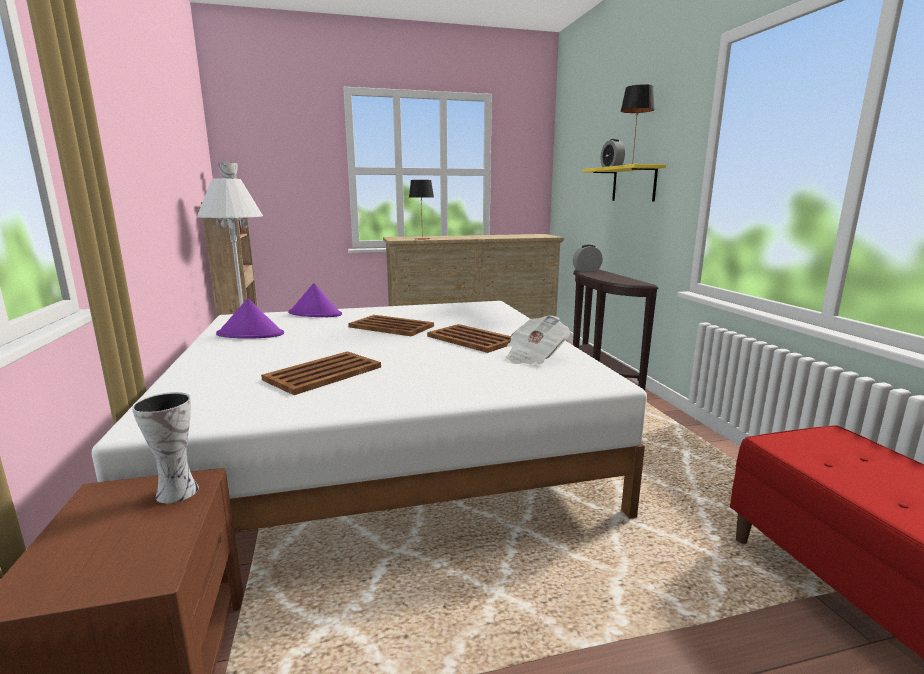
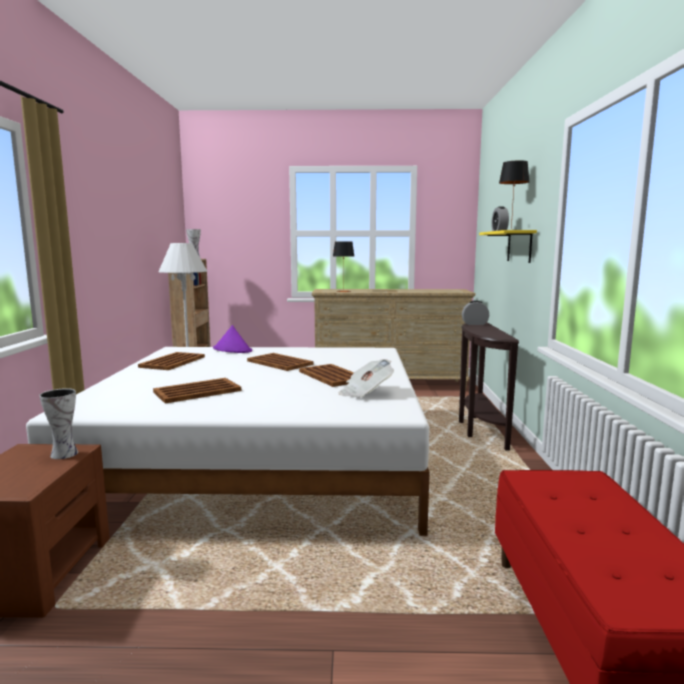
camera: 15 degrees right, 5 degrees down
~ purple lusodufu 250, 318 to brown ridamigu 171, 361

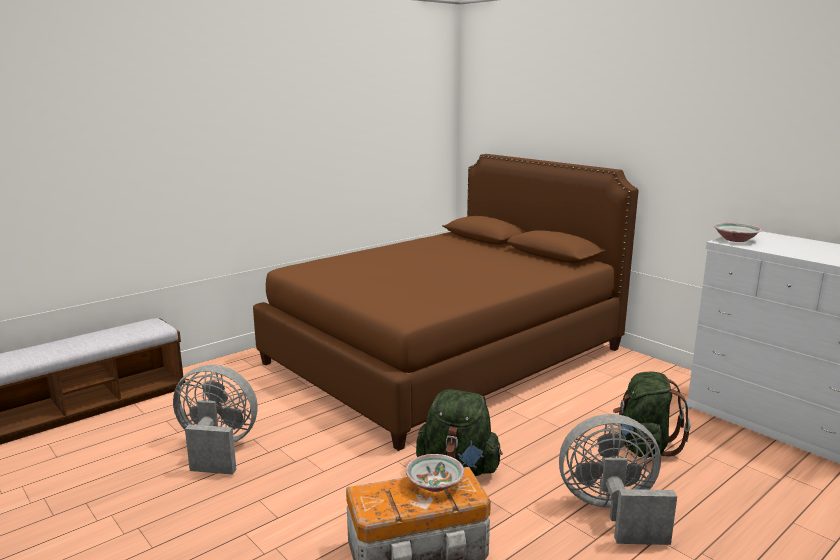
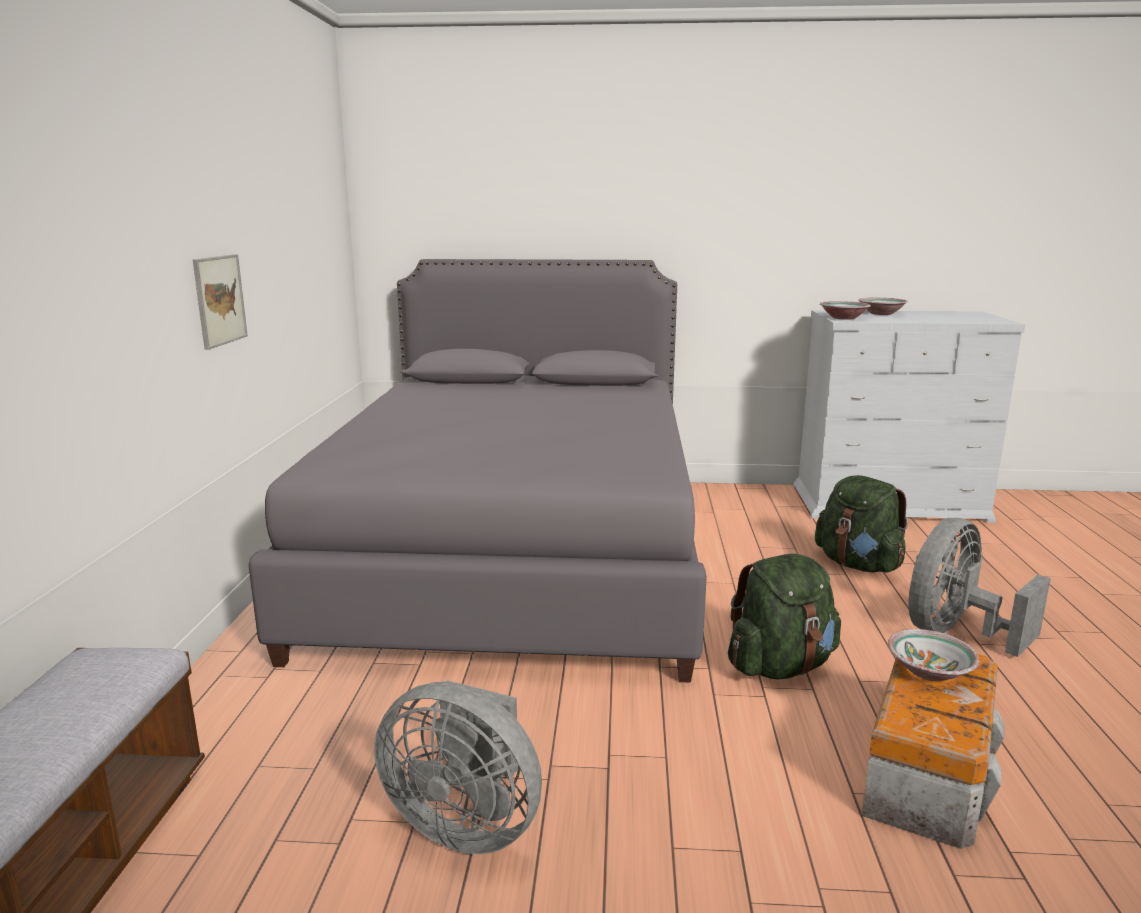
camera: 45 degrees left, 0 degrees up
~ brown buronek 446, 302 to grey buronek 478, 471
~ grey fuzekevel 215, 420 = 458, 767 120 degrees counterclockwise
+ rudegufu 220, 302
+ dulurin 883, 306

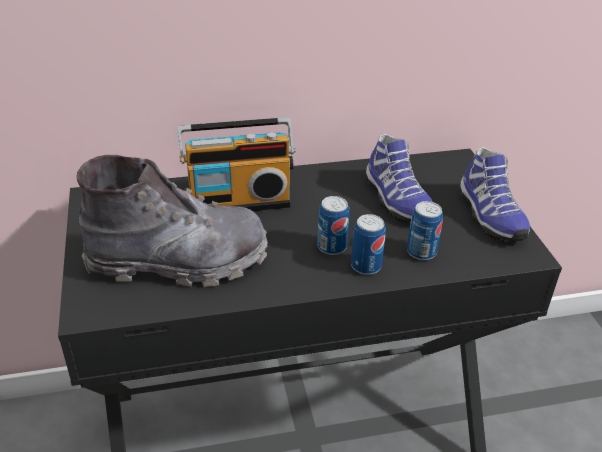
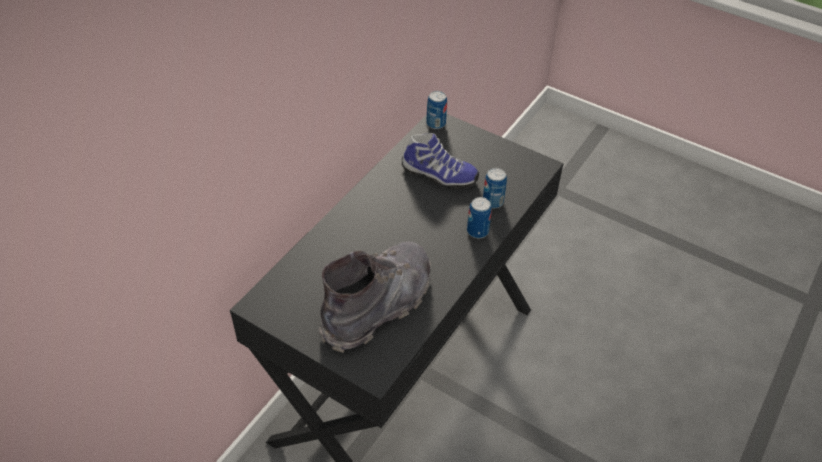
camera: 45 degrees left, 10 degrees up
- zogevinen 237, 164
- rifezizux 495, 194
~ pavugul 333, 225 to 436, 110

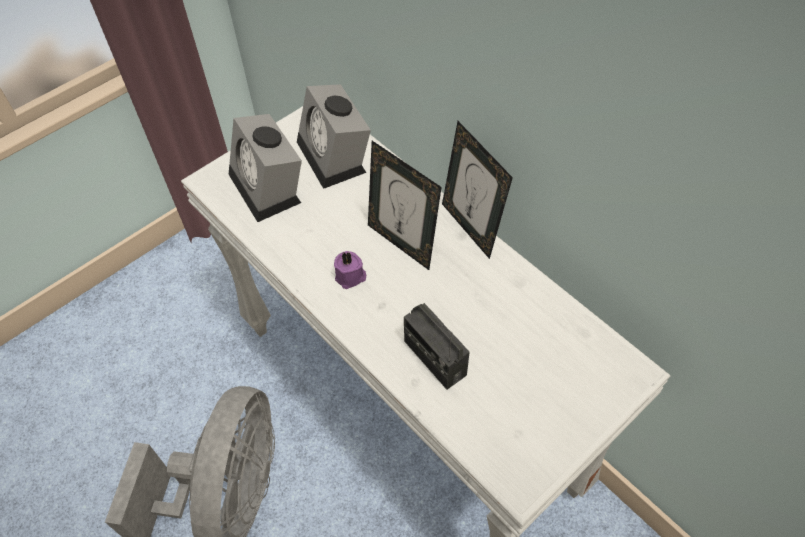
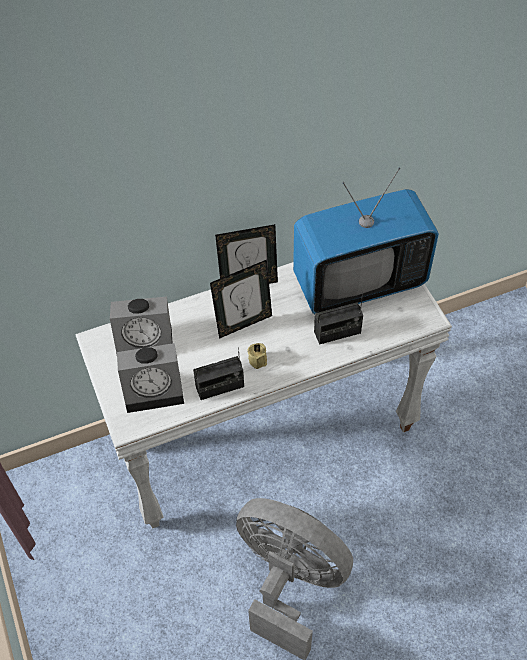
camera: 70 degrees left, 0 degrees up
~ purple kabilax 350, 270 to beige kabilax 257, 356
+ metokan 366, 240
+ zogevinen 218, 373

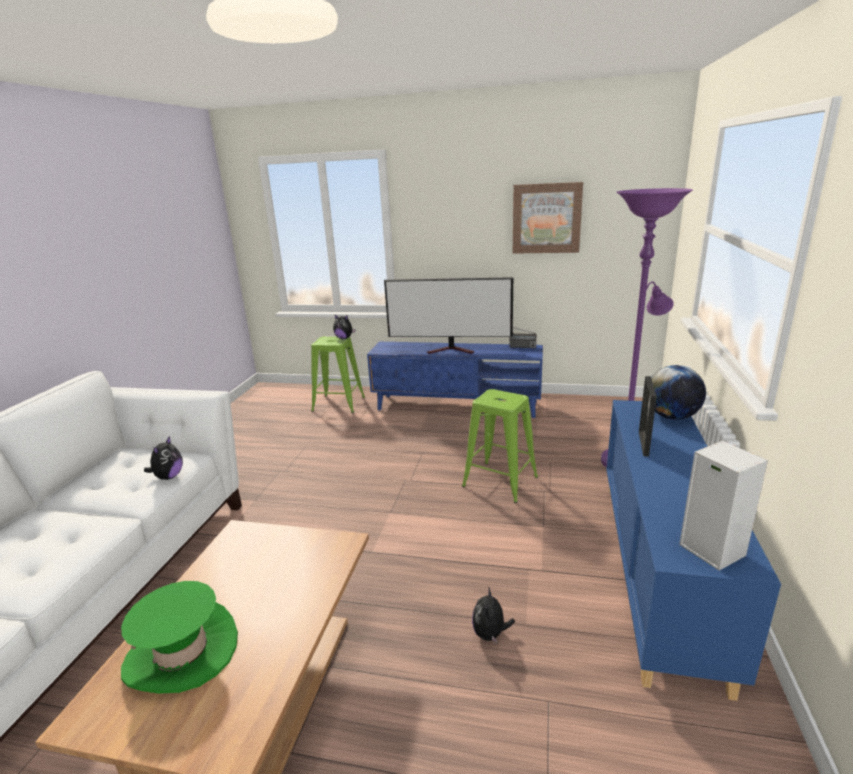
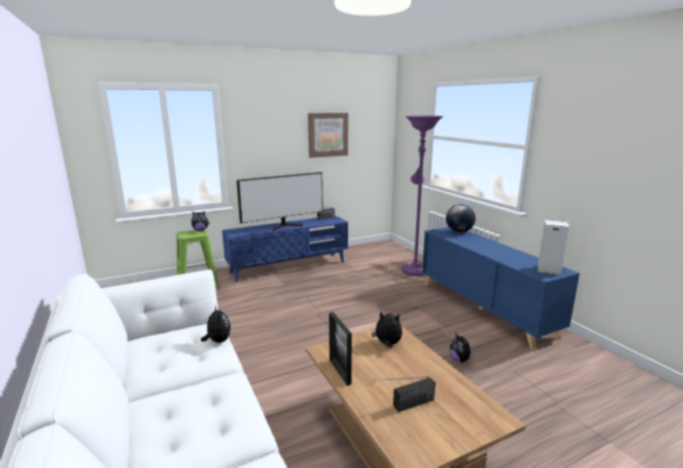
camera: 40 degrees left, 5 degrees down
~ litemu 648, 416 to 340, 349
- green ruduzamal 500, 446
~ green lusodufu 179, 637 to zogevinen 404, 394
+ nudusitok 386, 329

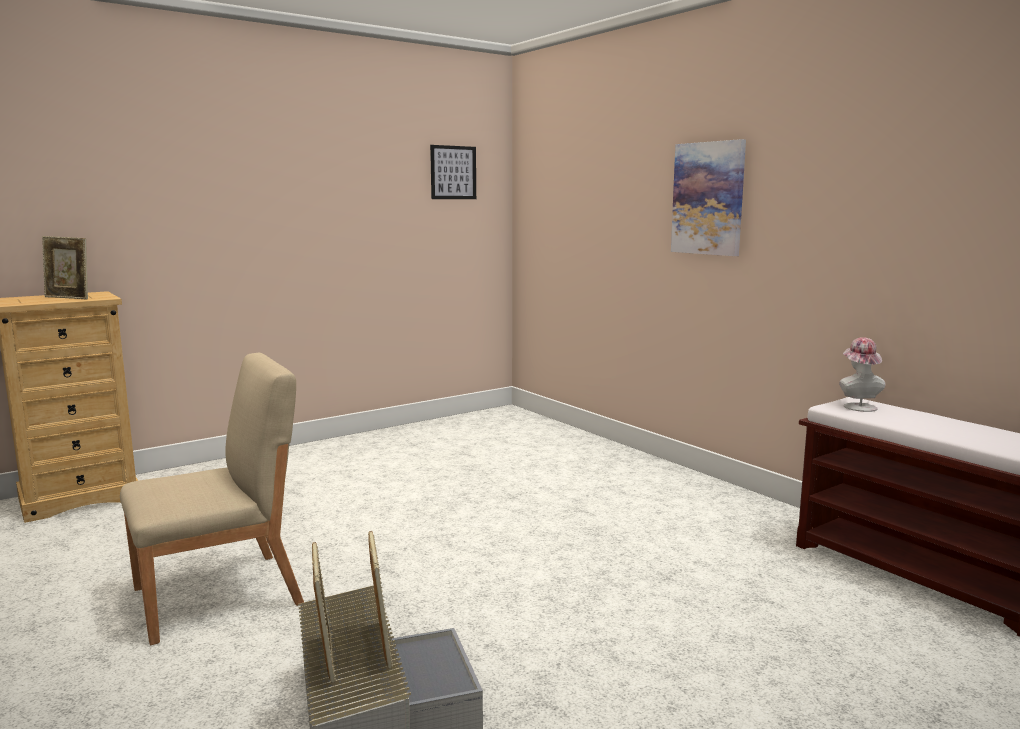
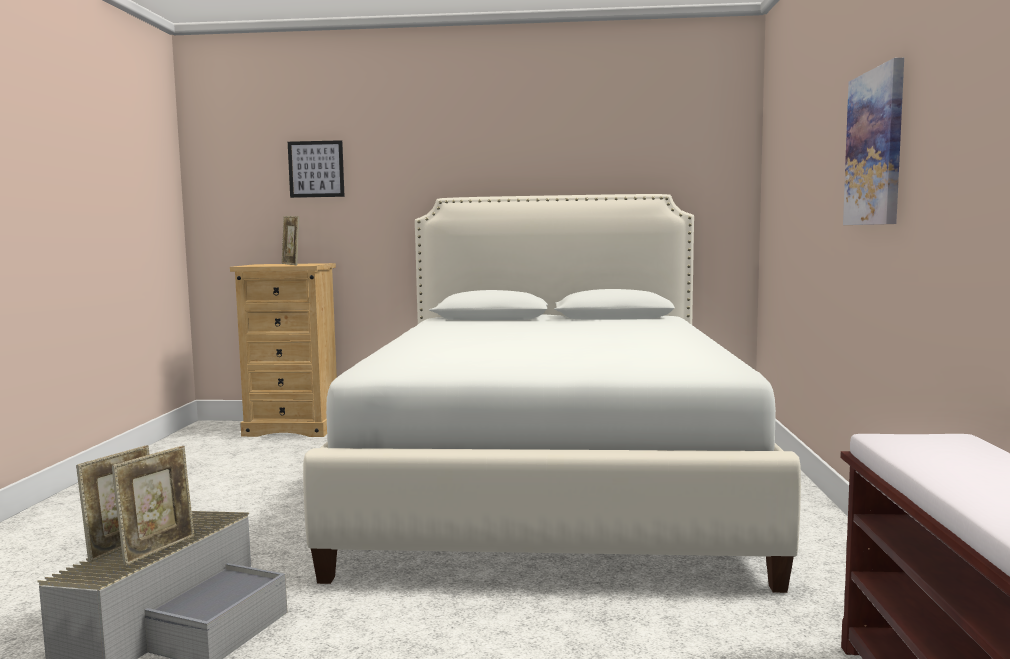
camera: 40 degrees right, 5 degrees down
~ rudegufu 453, 172 to 316, 169
- lusodufu 862, 374
- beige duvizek 212, 499
+ white buronek 552, 393

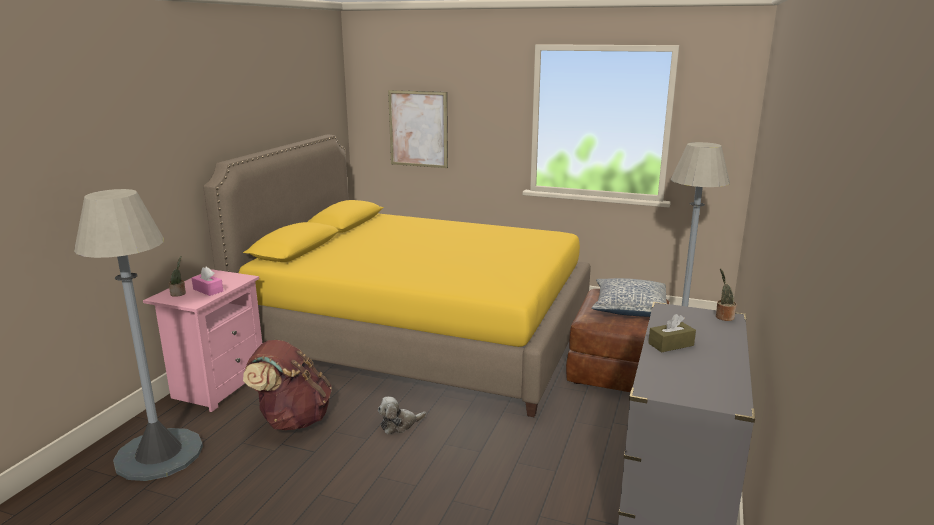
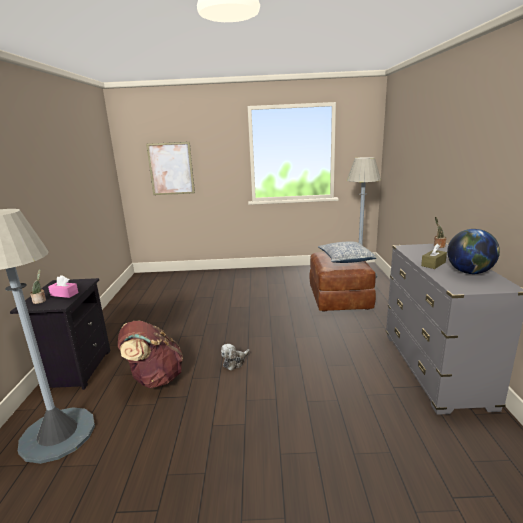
camera: 20 degrees left, 0 degrees up
- yellow buronek 397, 276
~ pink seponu 202, 340 to black seponu 60, 334
+ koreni 473, 251

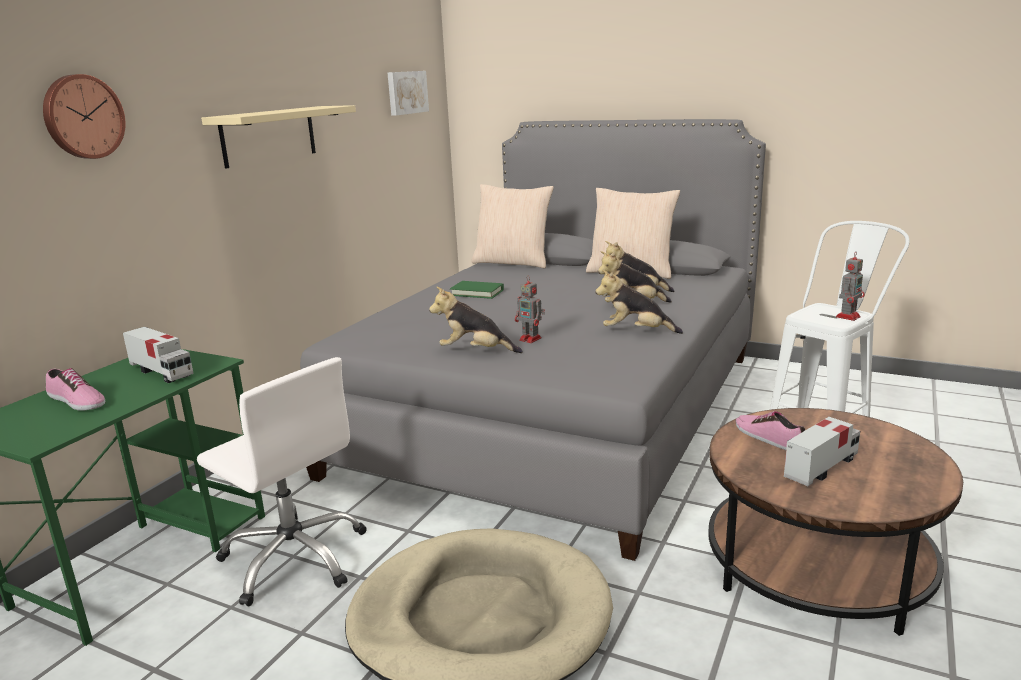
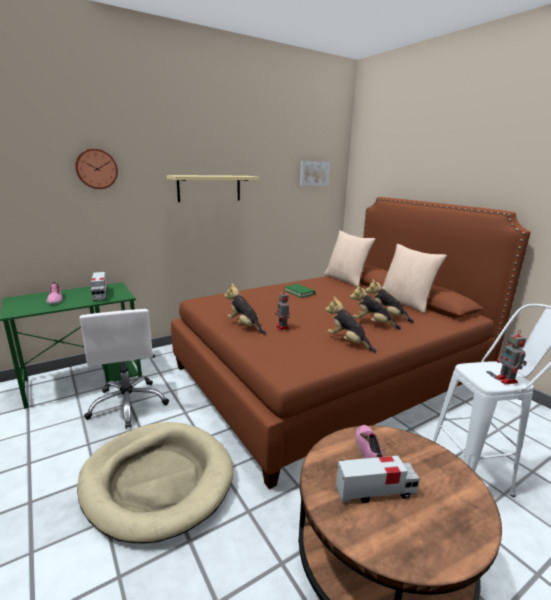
camera: 30 degrees right, 0 degrees up
~ grey buronek 533, 340 to brown buronek 351, 343
~ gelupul 850, 286 = 511, 357 90 degrees clockwise

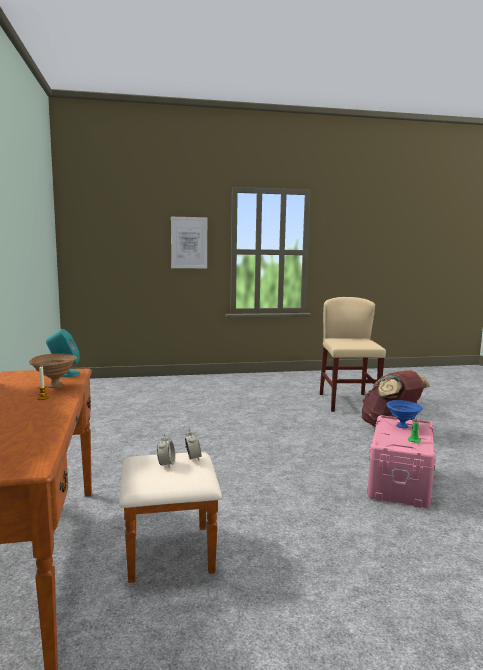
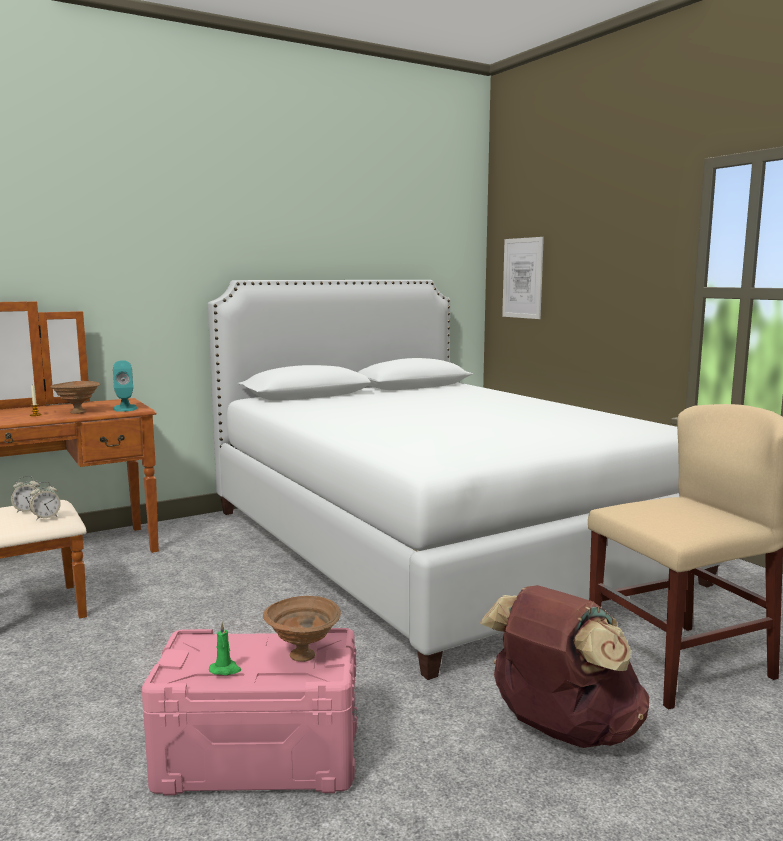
camera: 70 degrees right, 0 degrees up
~ rudegufu 189, 242 to 523, 278
~ blue dulurin 404, 414 to brown dulurin 302, 629
+ white buronek 465, 480

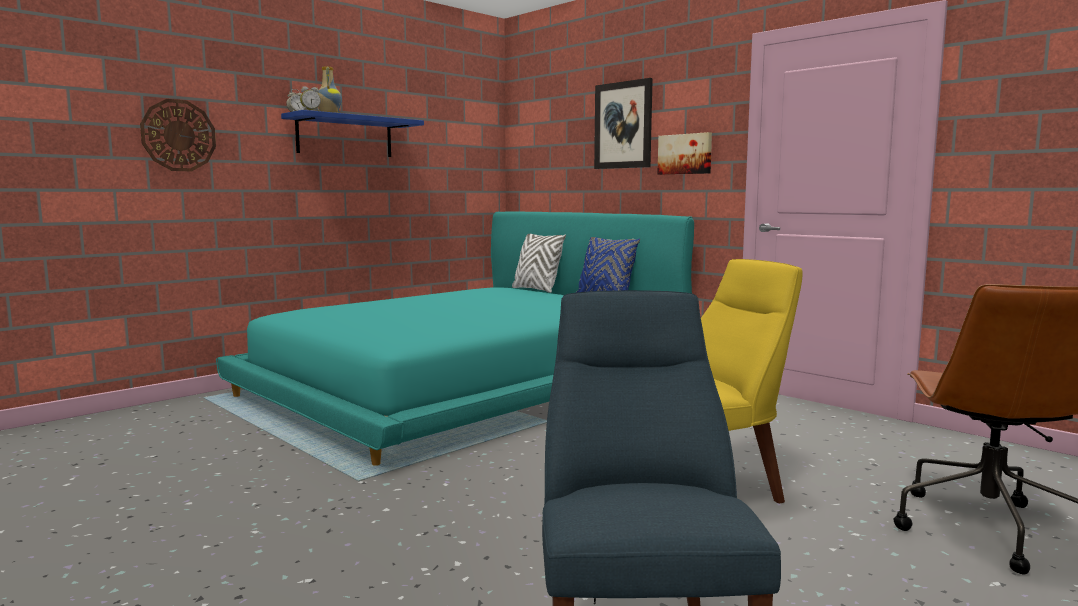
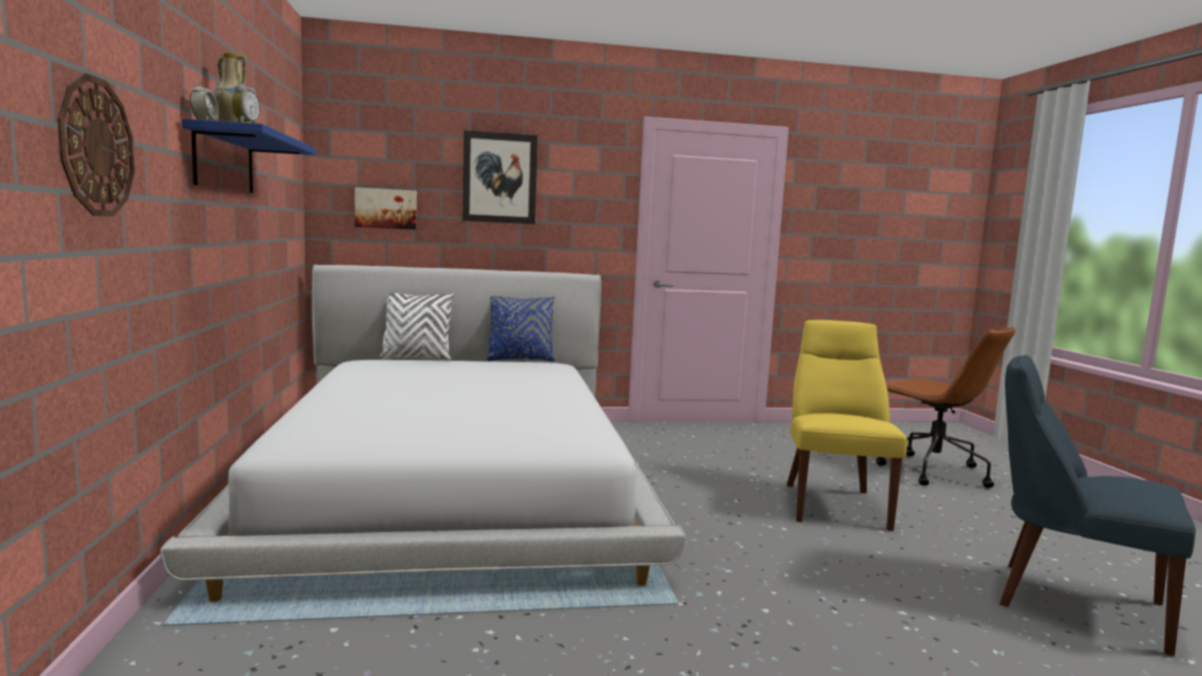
camera: 55 degrees left, 0 degrees up
~ rudegufu 684, 153 to 386, 208
~ turquoise buronek 455, 338 to white buronek 423, 433

